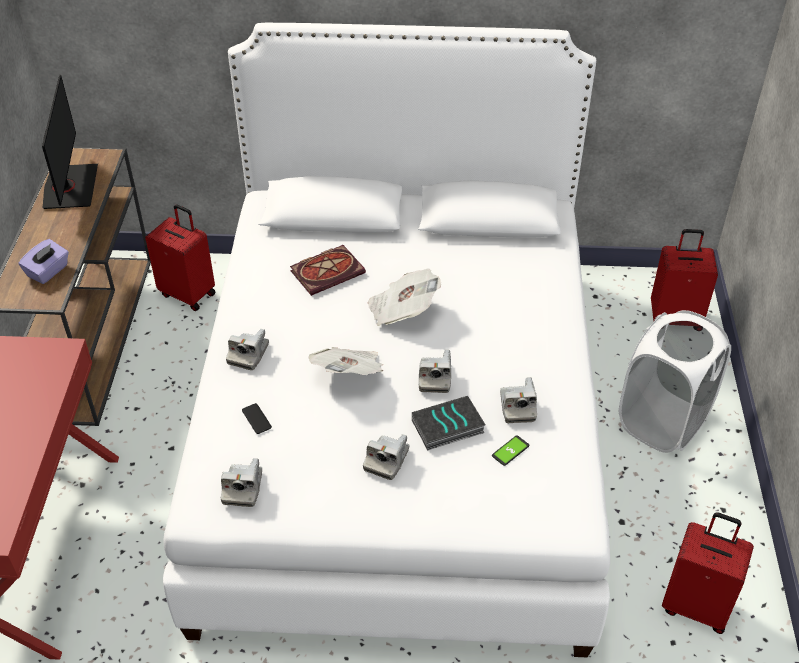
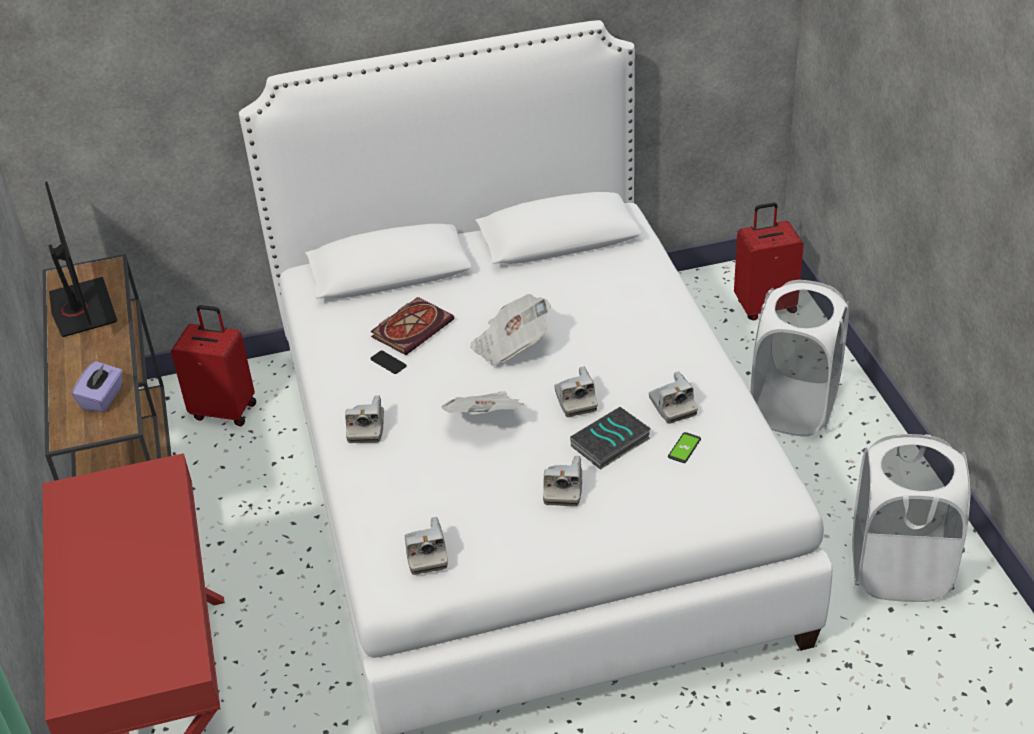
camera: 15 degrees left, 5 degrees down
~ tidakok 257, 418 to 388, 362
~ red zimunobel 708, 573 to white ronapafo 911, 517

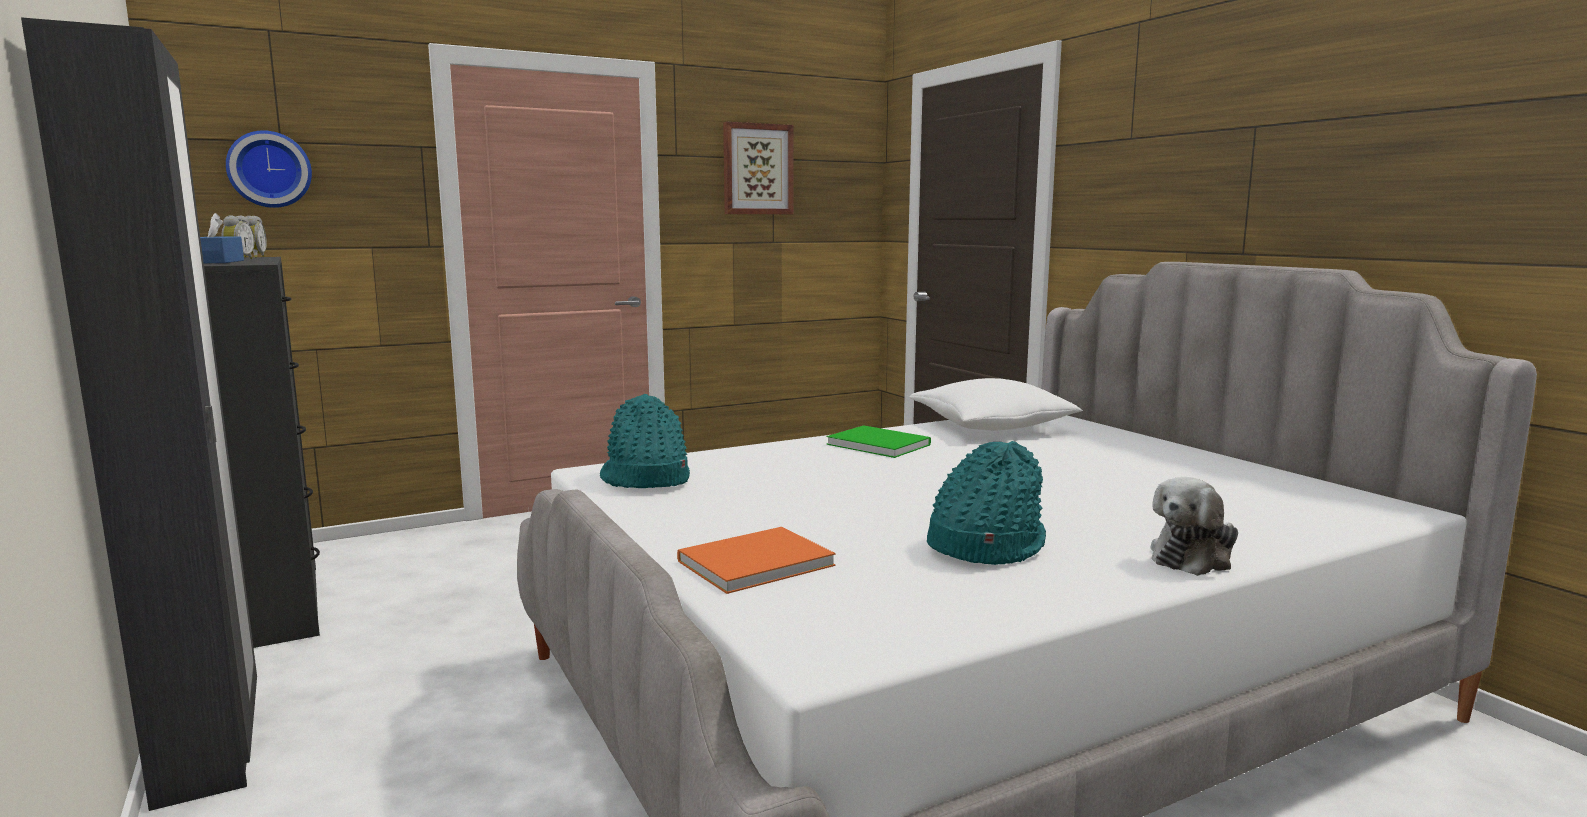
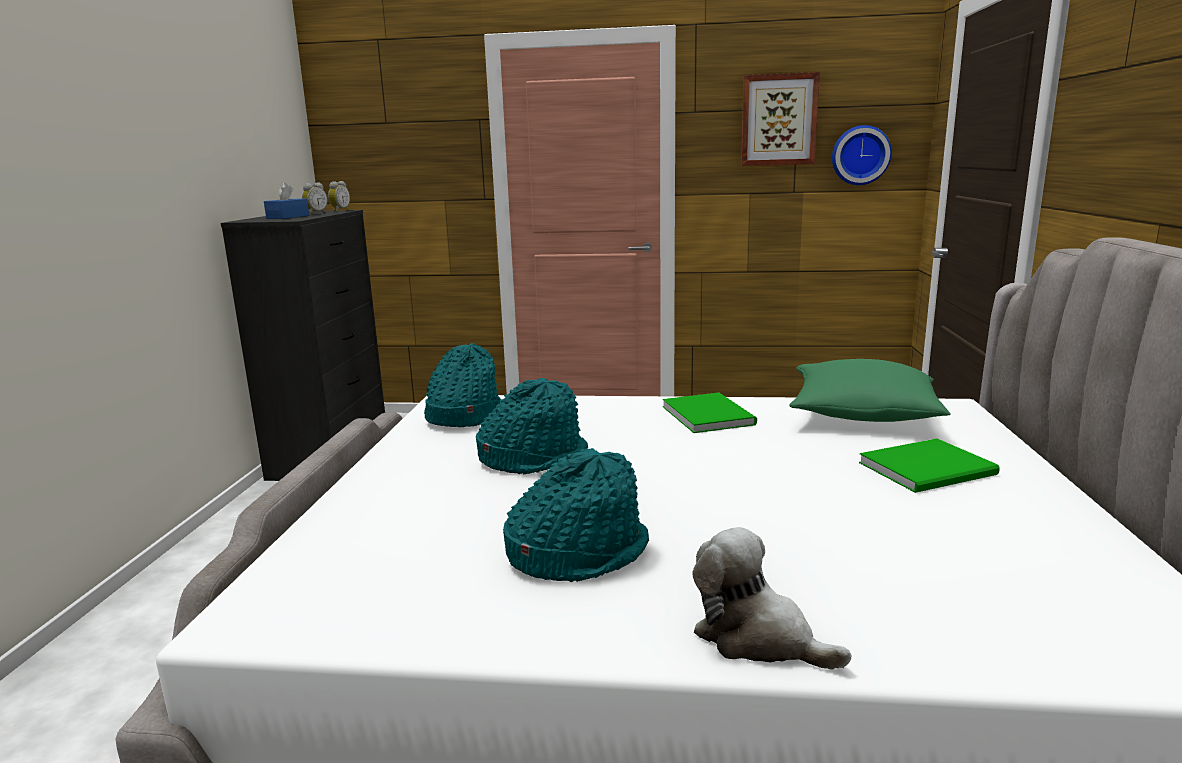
camera: 35 degrees right, 5 degrees up
- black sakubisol 139, 414
~ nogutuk 269, 169 to 862, 155
~ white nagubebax 996, 404 to green nagubebax 870, 390
~ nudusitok 1194, 526 = 771, 598 45 degrees clockwise
- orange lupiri 756, 560
+ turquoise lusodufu 532, 426
+ green lupiri 929, 465

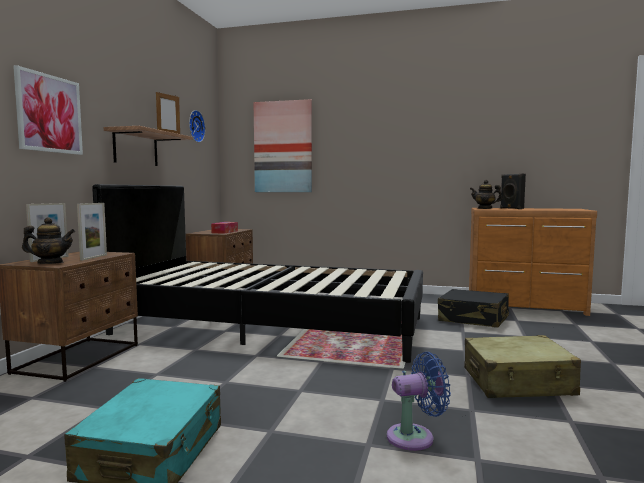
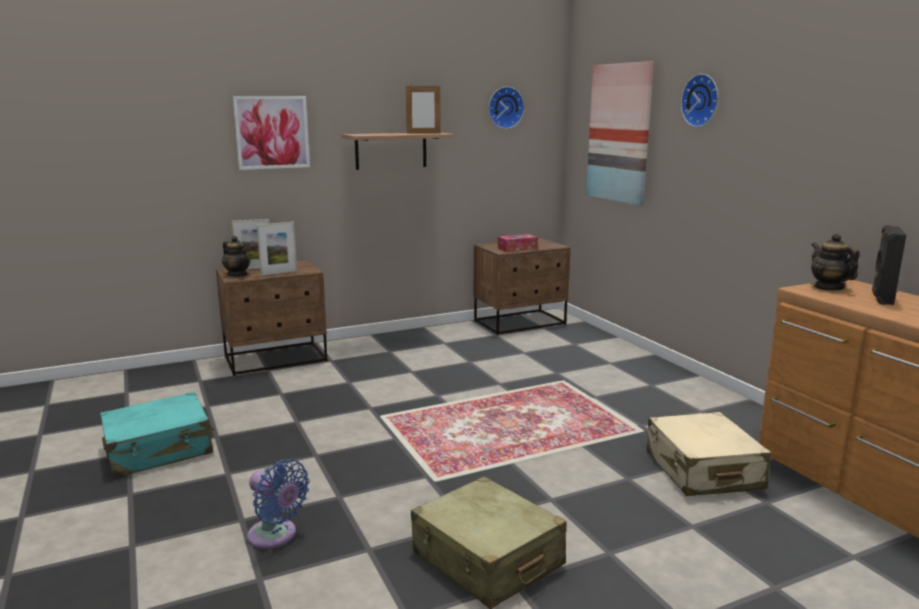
camera: 50 degrees right, 10 degrees up
- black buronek 257, 273
~ black zimunobel 473, 308 to beige zimunobel 709, 454
+ nogutuk 699, 100

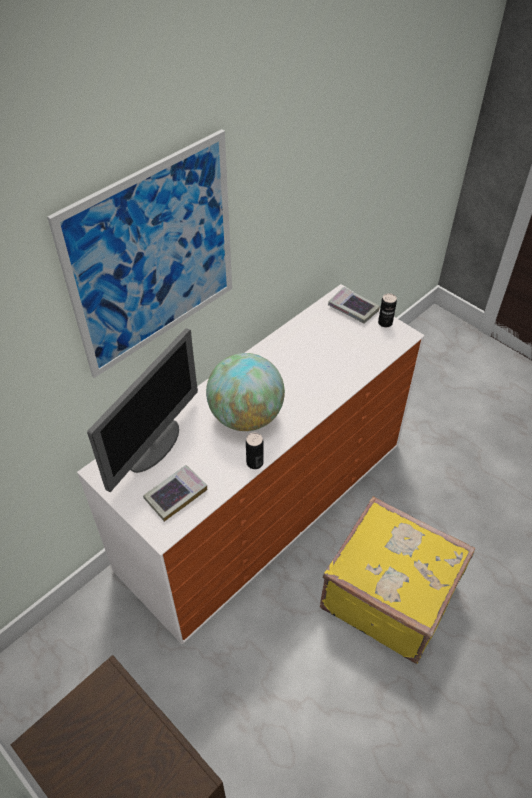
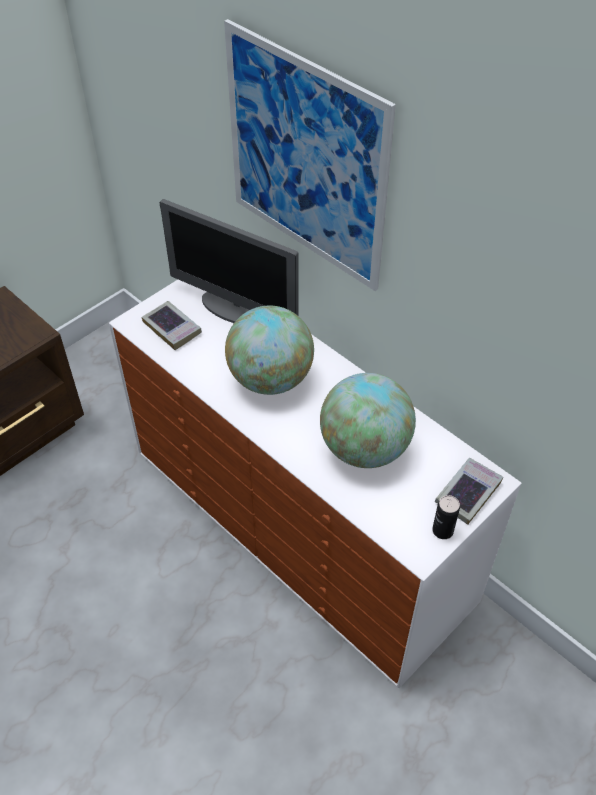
camera: 90 degrees right, 0 degrees up
- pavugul 255, 451
- yellow zimunobel 397, 580
+ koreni 368, 420

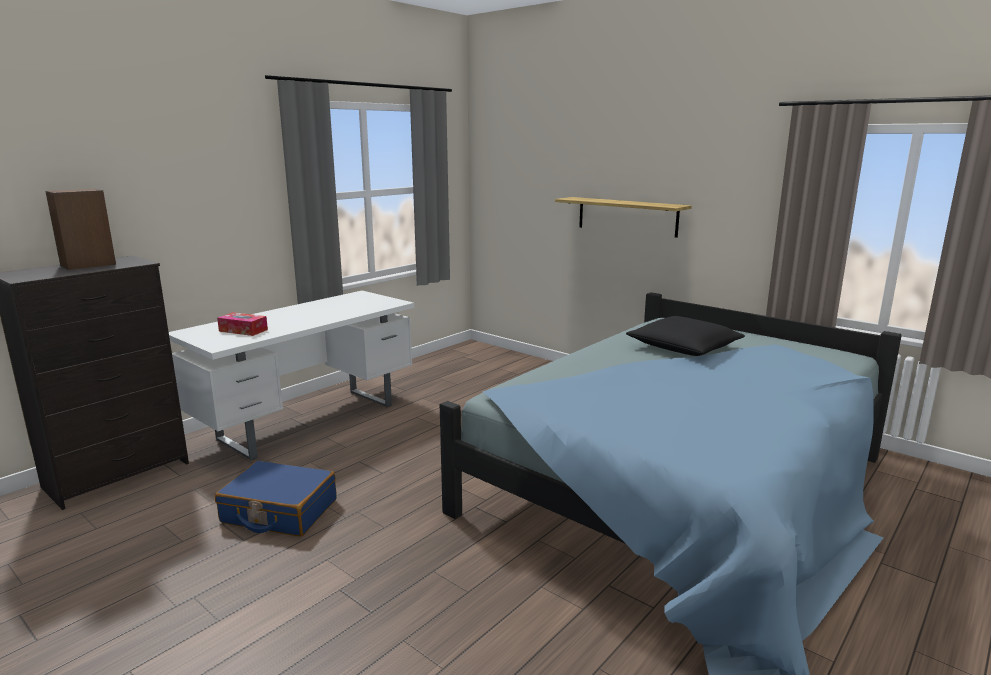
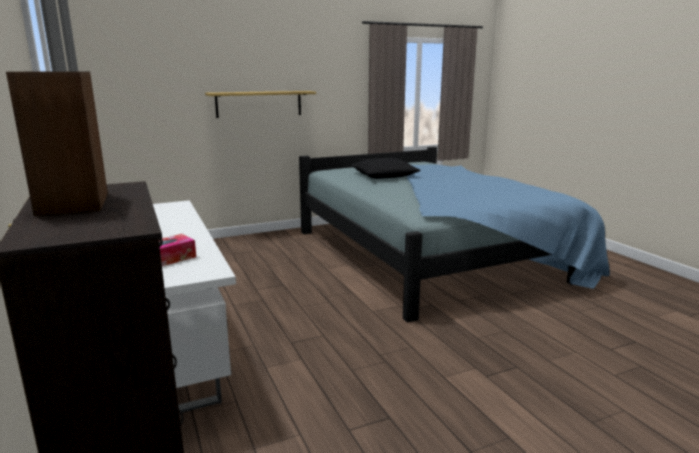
camera: 65 degrees left, 0 degrees up
- blue zimunobel 276, 498

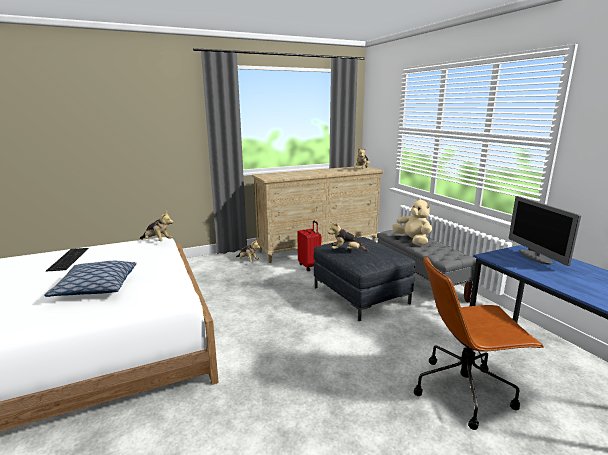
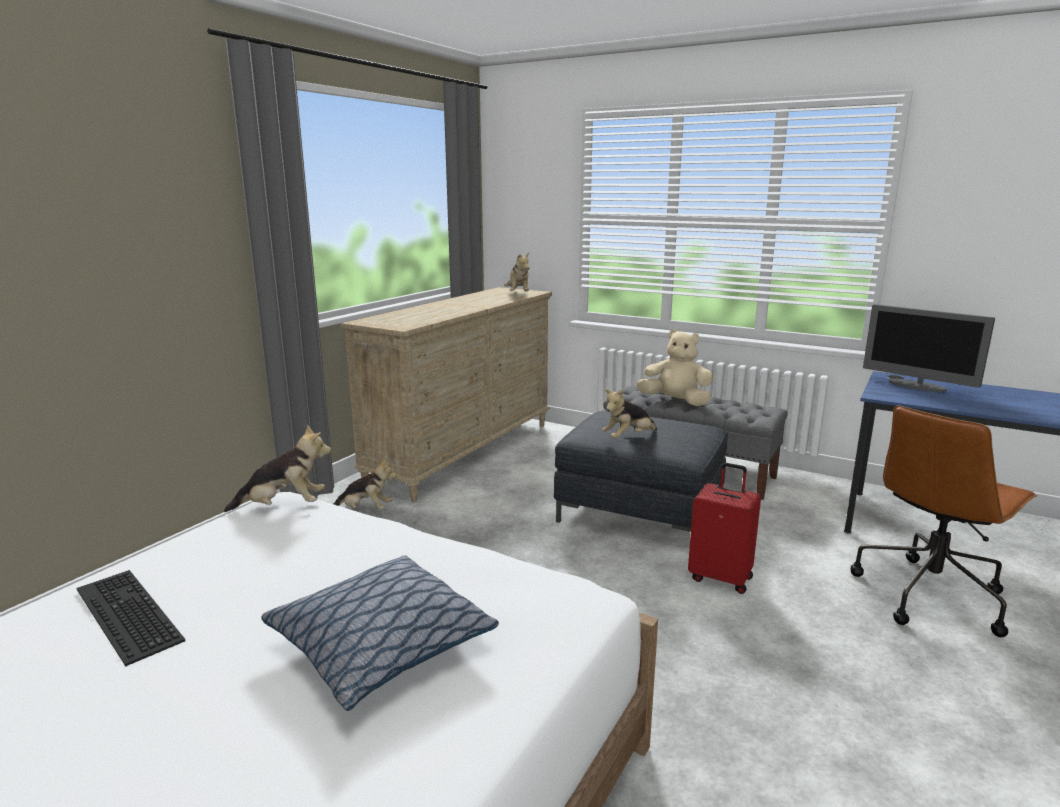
camera: 35 degrees left, 0 degrees up
~ red zimunobel 309, 246 to 724, 528

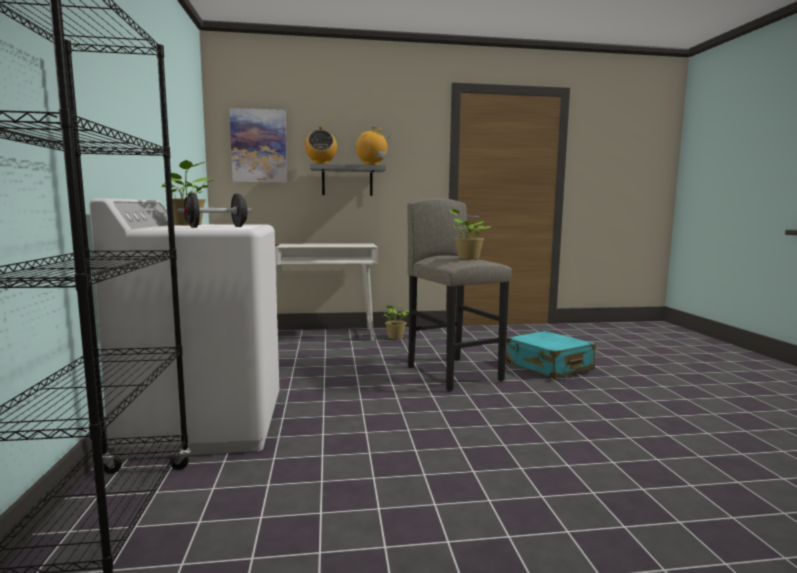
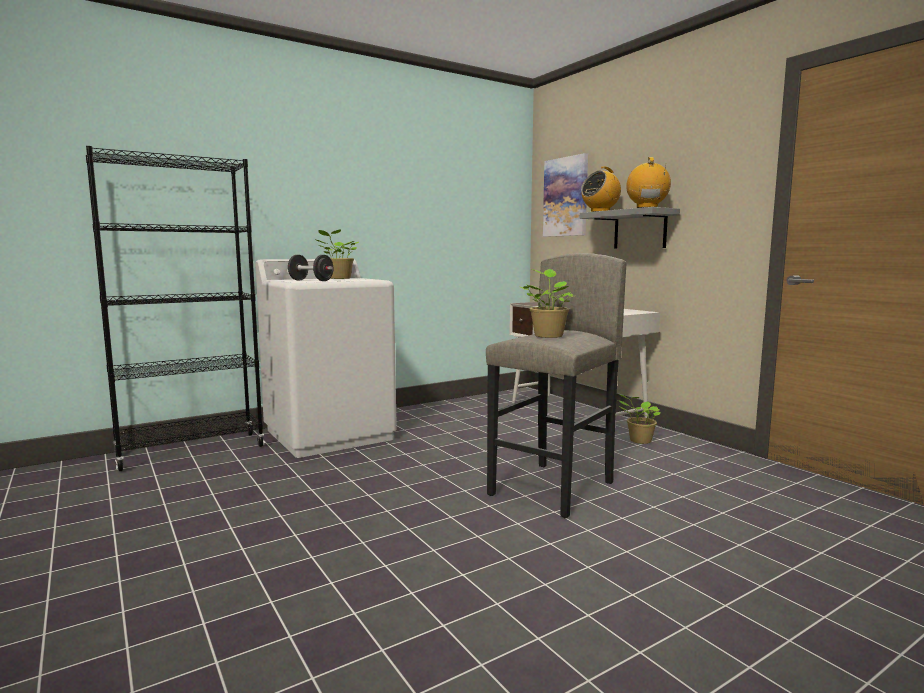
camera: 65 degrees right, 0 degrees up
- turquoise zimunobel 551, 355

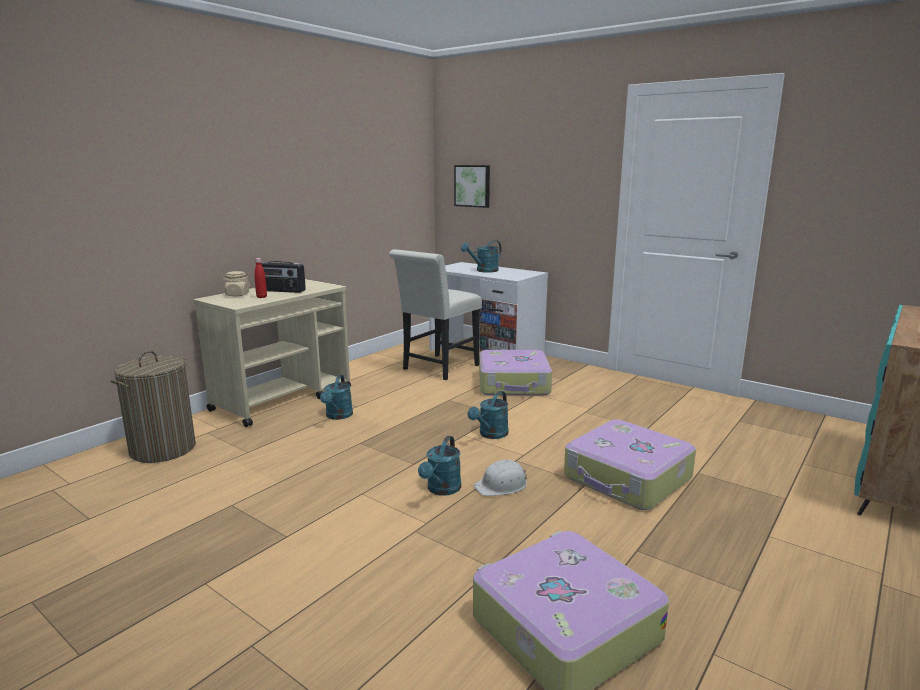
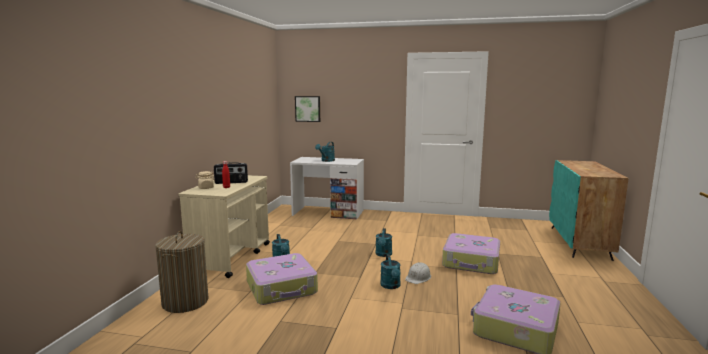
camera: 25 degrees left, 5 degrees down
- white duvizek 435, 314
~ zimunobel 515, 372 to 282, 279

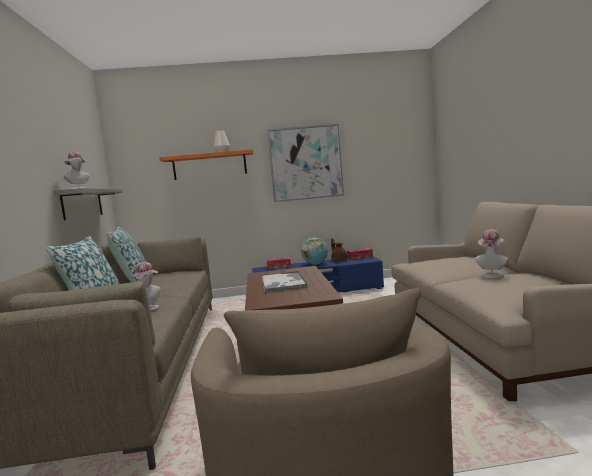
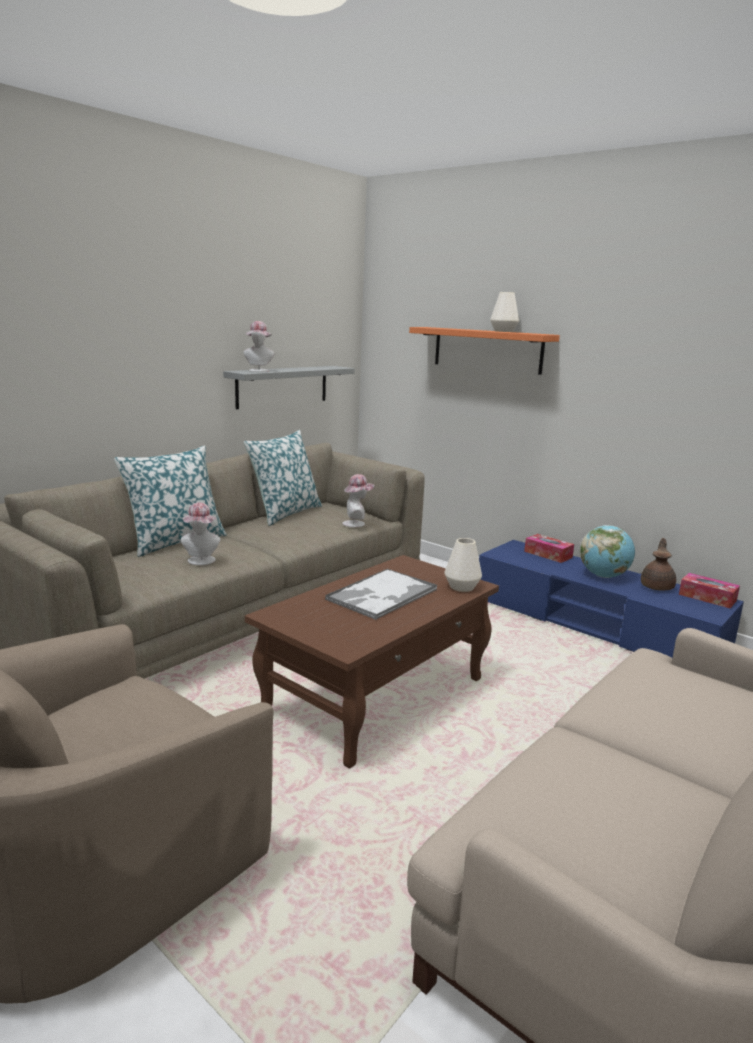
camera: 45 degrees right, 10 degrees up
- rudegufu 305, 163
~ lusodufu 491, 253 to 358, 500
+ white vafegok 463, 565

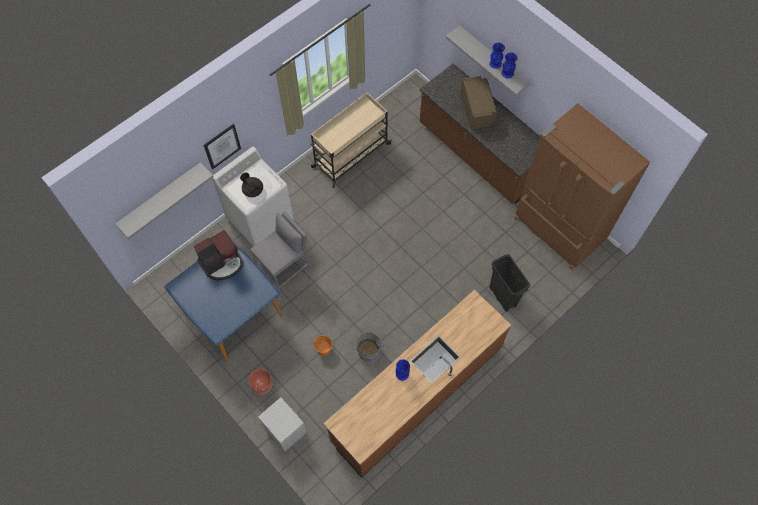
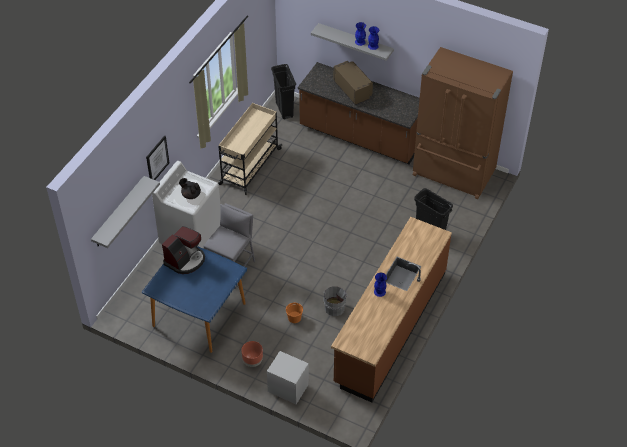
camera: 20 degrees left, 15 degrees down
+ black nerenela 283, 91

